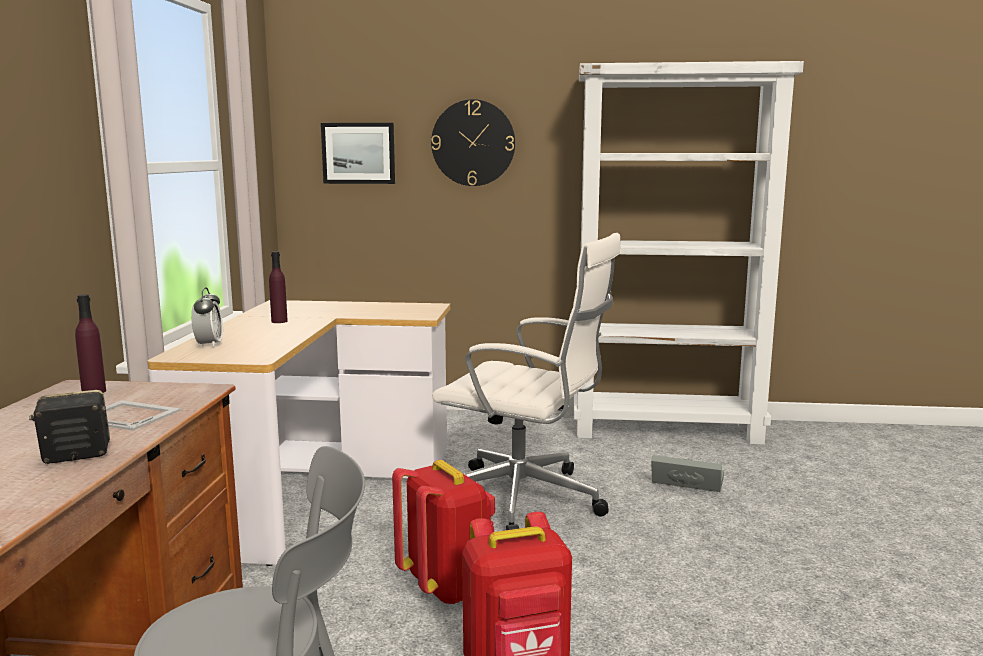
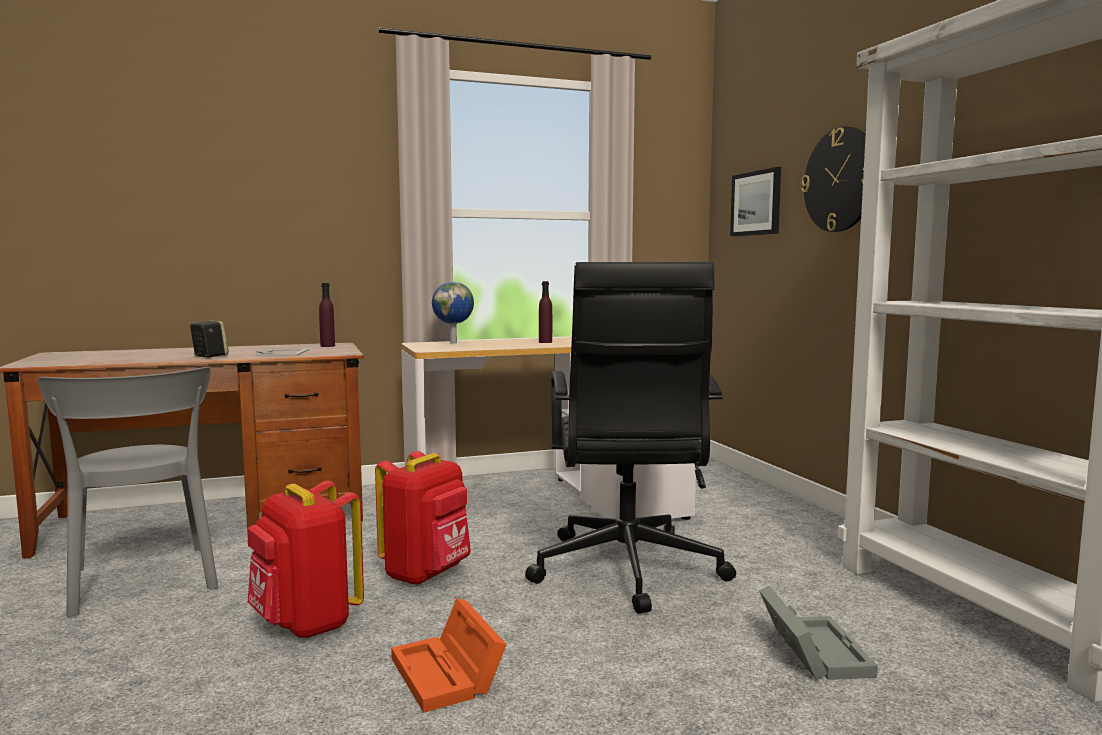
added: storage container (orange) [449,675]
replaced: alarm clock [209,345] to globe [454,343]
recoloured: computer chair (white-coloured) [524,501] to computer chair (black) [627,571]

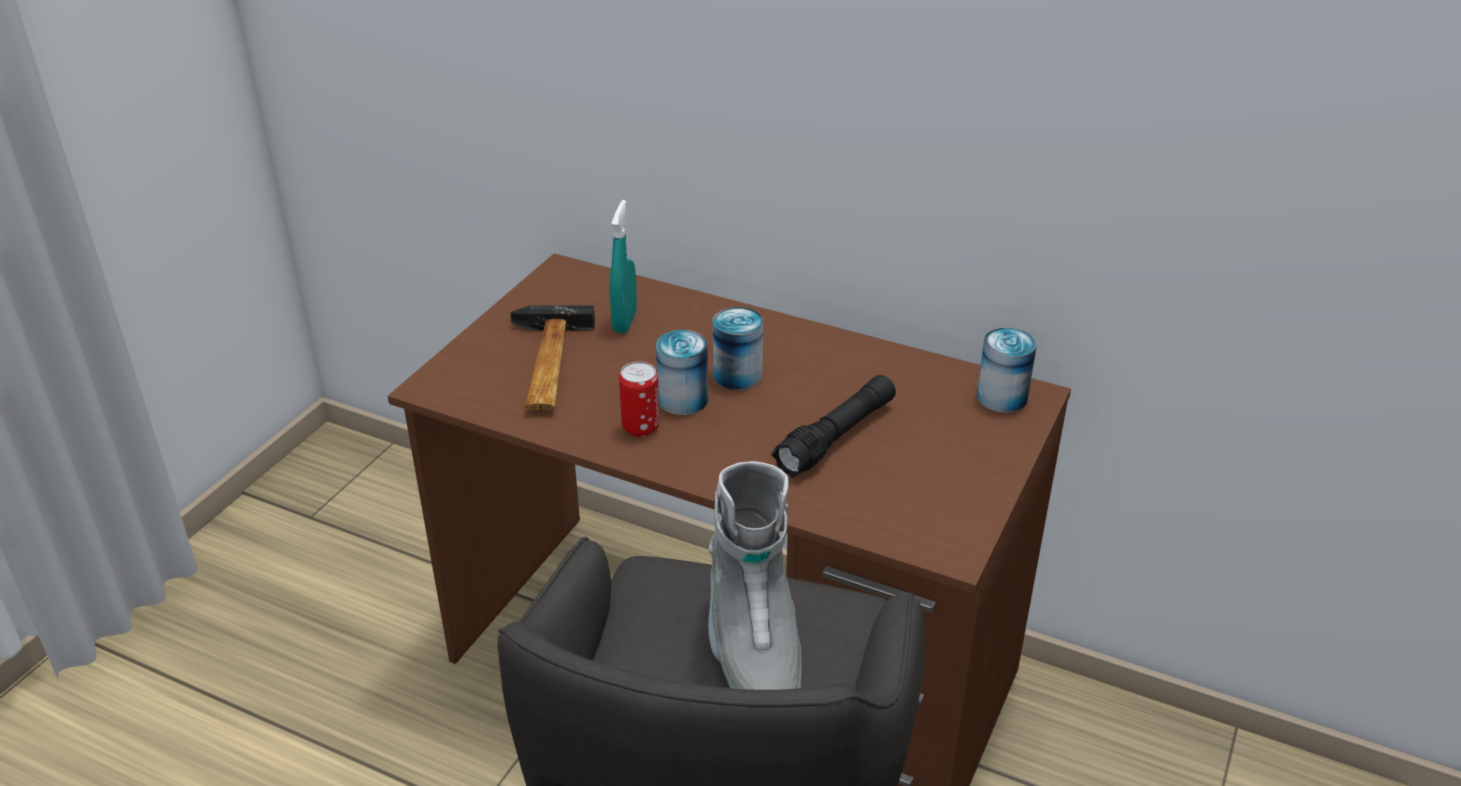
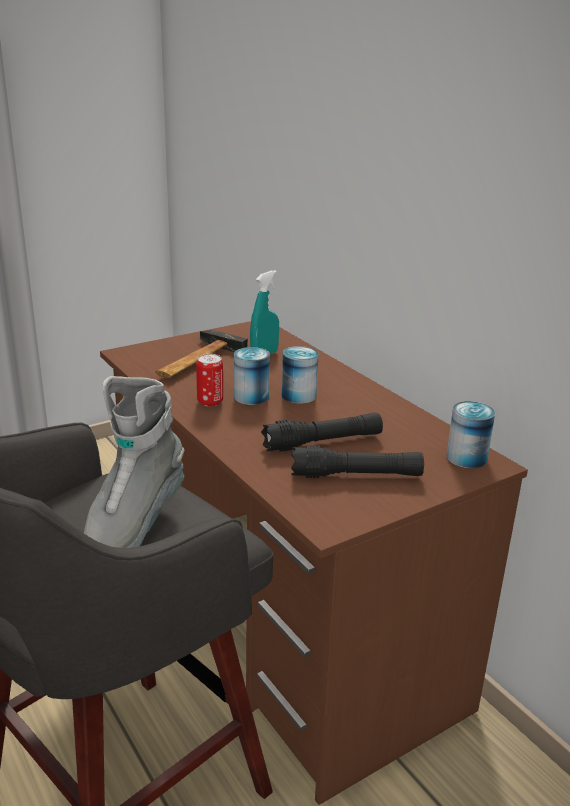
added: torch (black) [356,475]

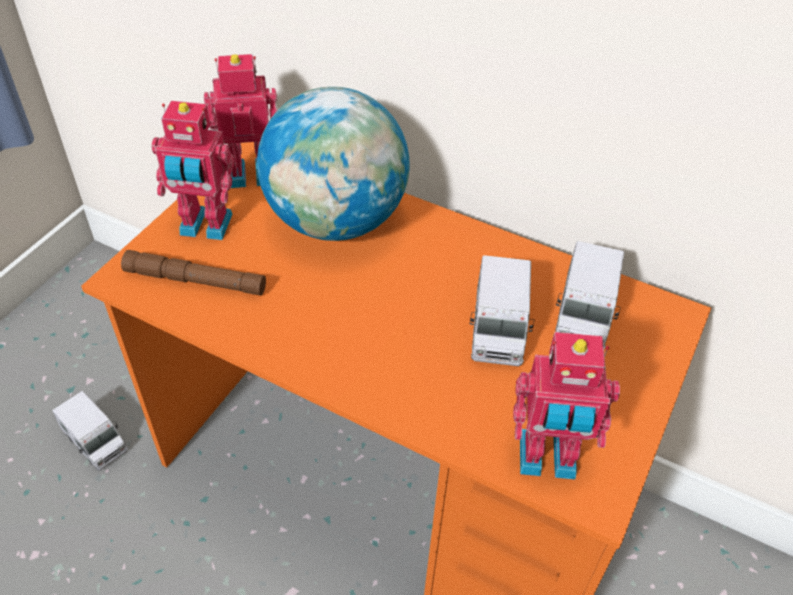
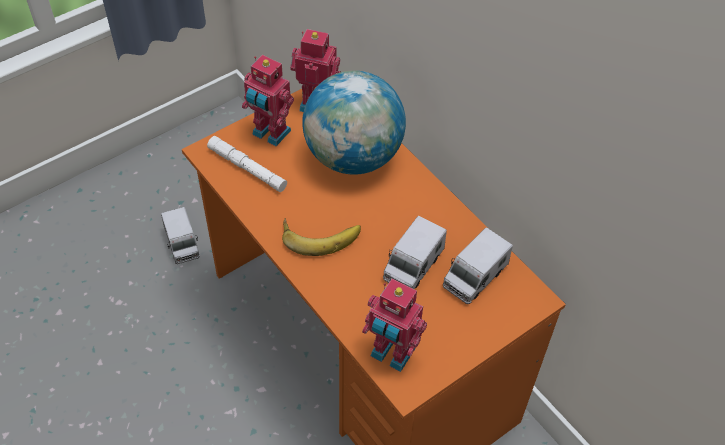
added: banana [320,235]
recoloured: torch (brown-coloured) [195,280] to torch (white-coloured) [247,168]

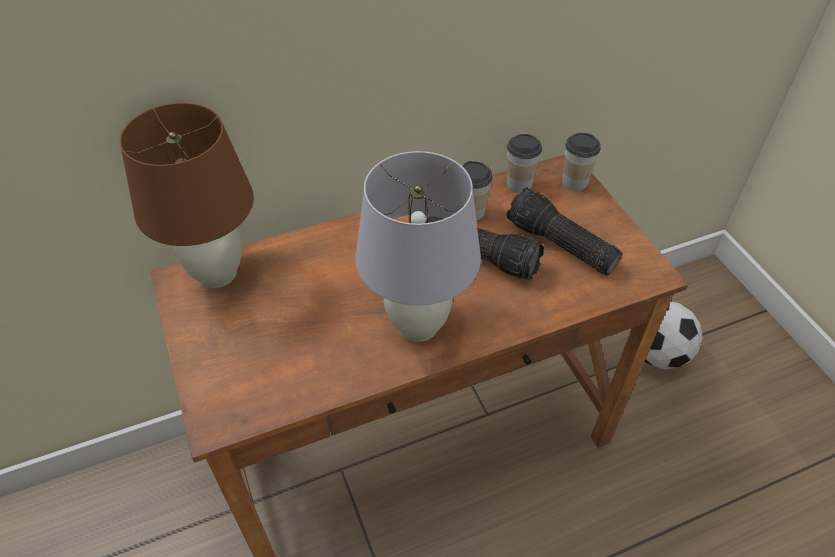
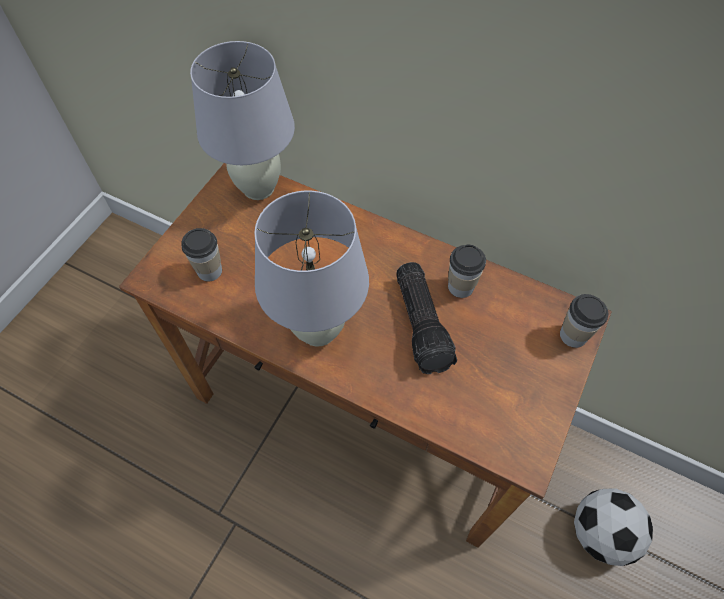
removed: torch [559,245]
moved: drinking cup [519,183] to [209,270]
recoloured: lamp for a table (brown-coloured) [217,273] to lamp for a table (white-coloured) [259,188]

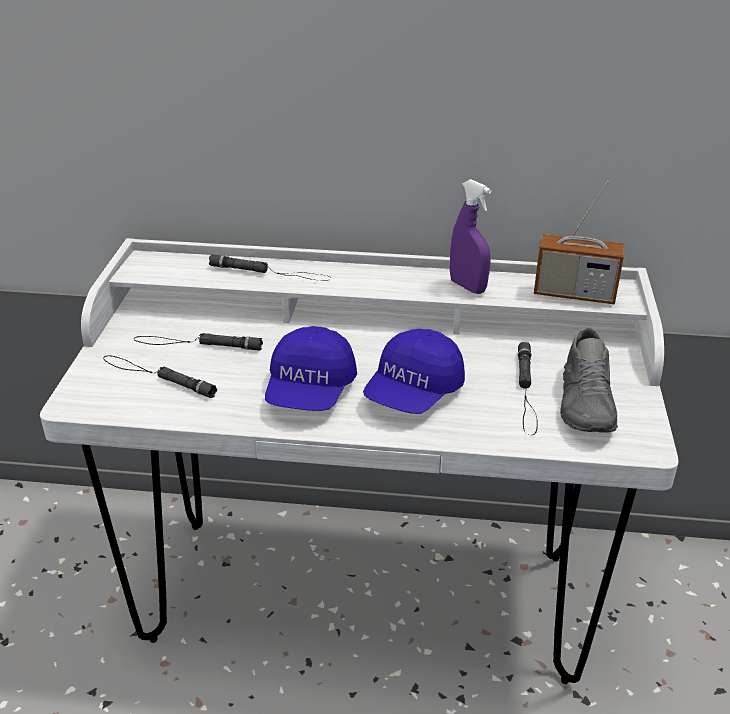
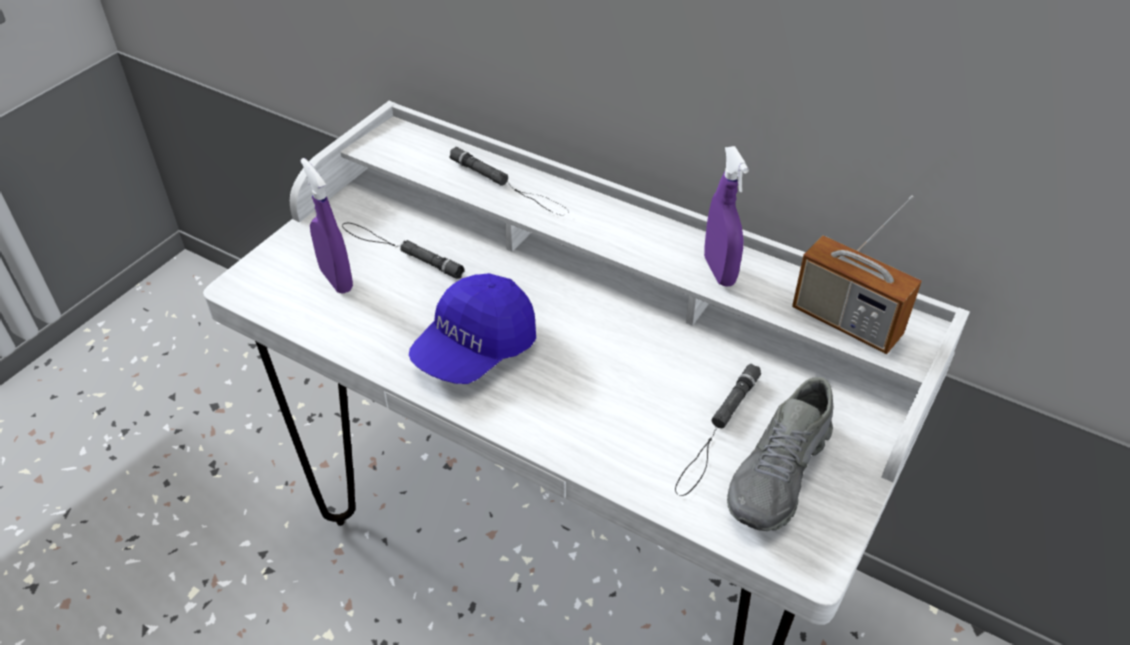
removed: peaked cap (blue-coloured) [413,393]
replaced: torch (black) [157,377] to sprayer (purple) [336,279]

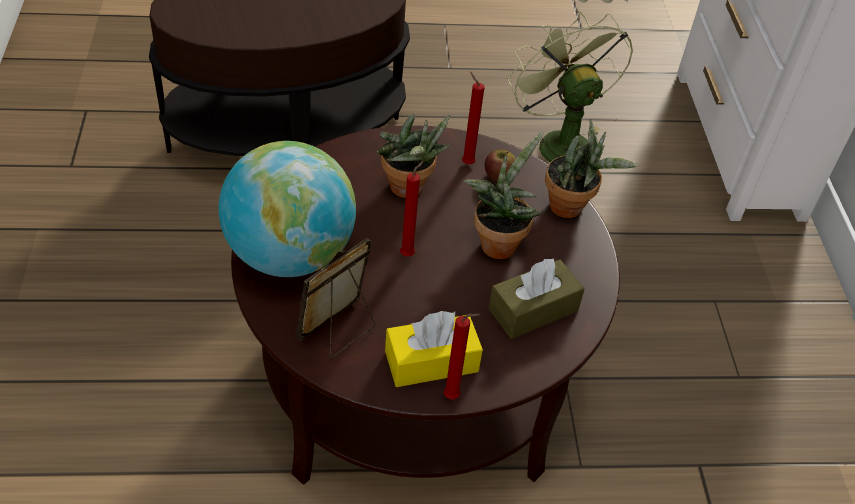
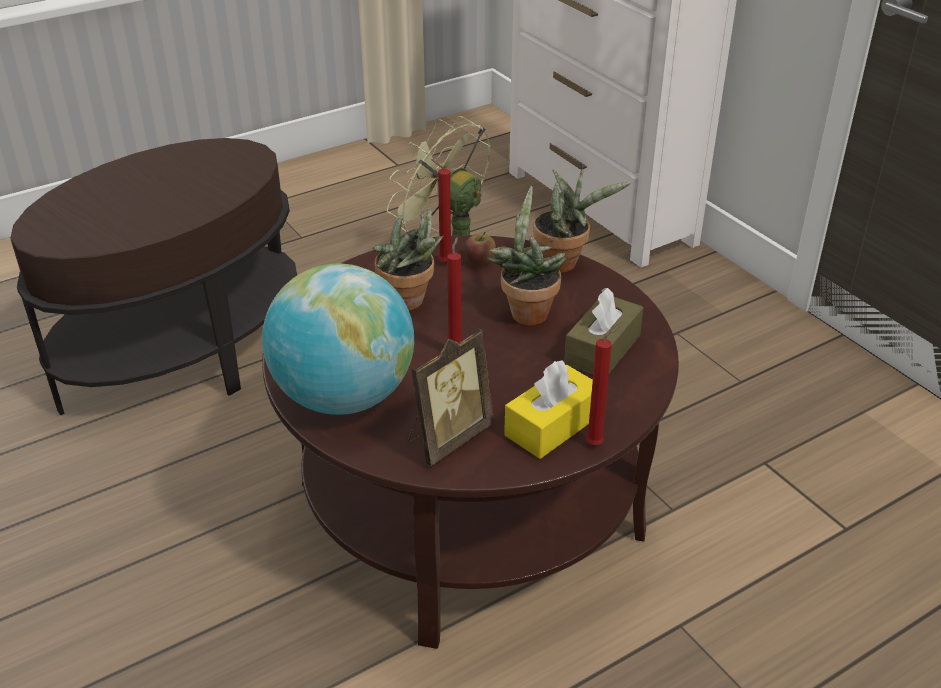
turned: standing frame [339,331] = [447,438] 150 degrees counterclockwise

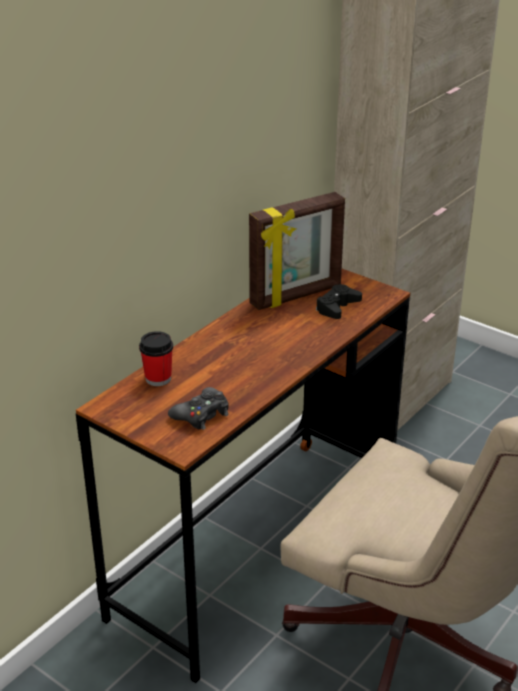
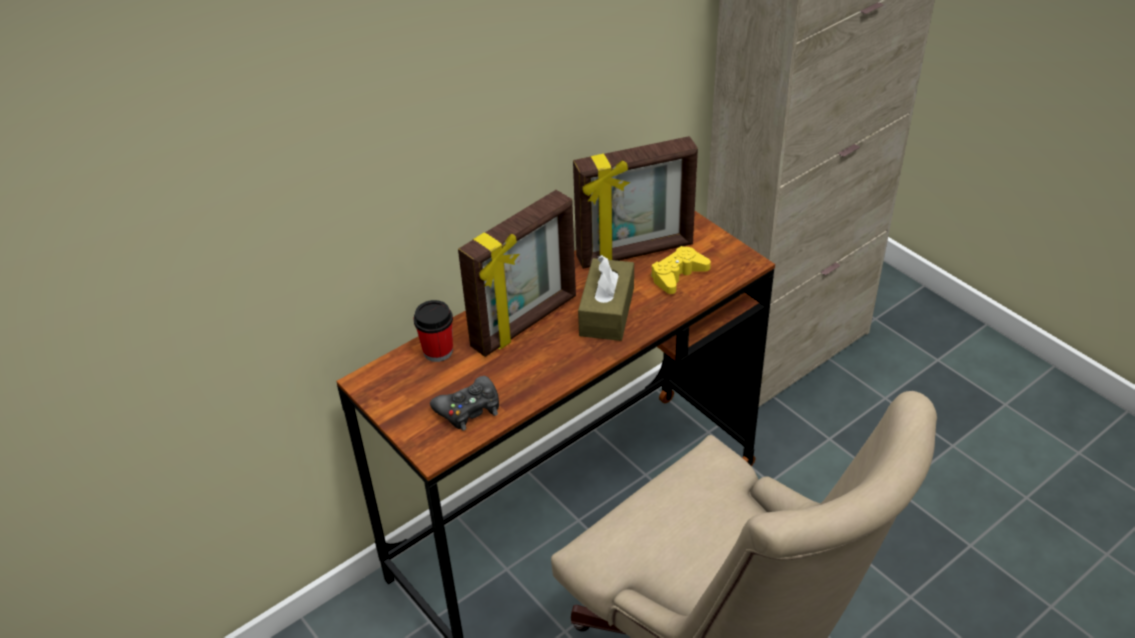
added: standing frame [525,323]; tissue box (brown-coloured) [607,311]
recoloured: gamepad (black) [337,307] to gamepad (yellow) [678,275]

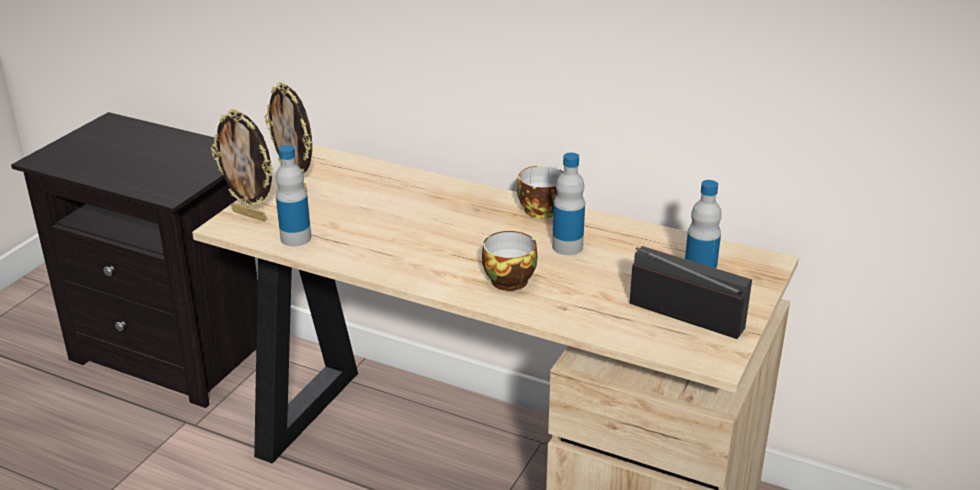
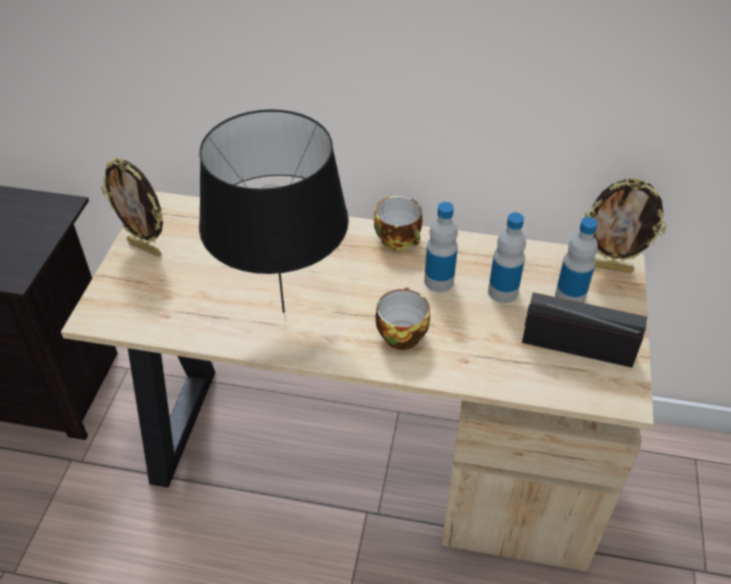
added: lamp for a table (black) [283,311]
moved: standing frame [250,215] to [610,267]; beverage bottle [295,238] to [503,292]

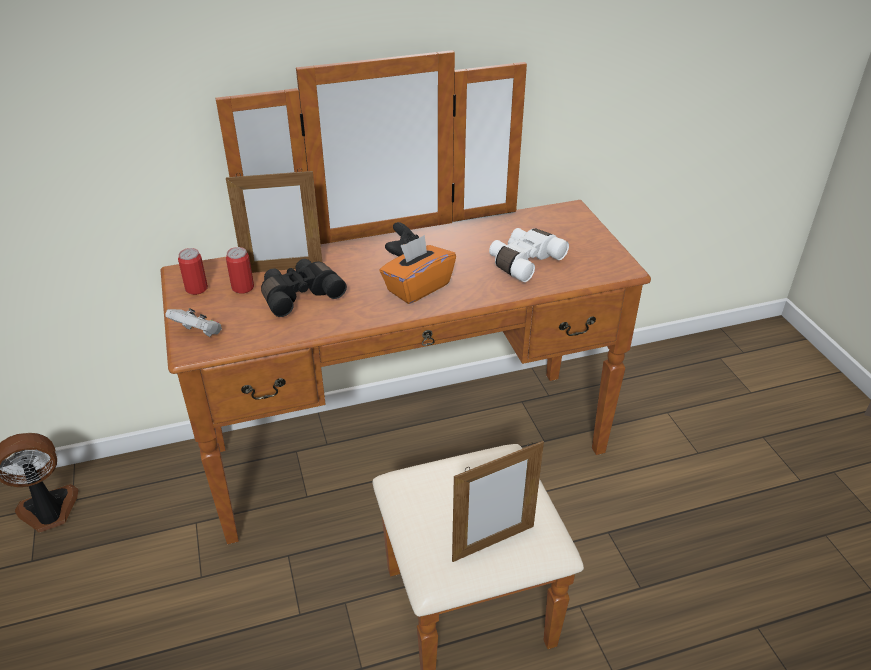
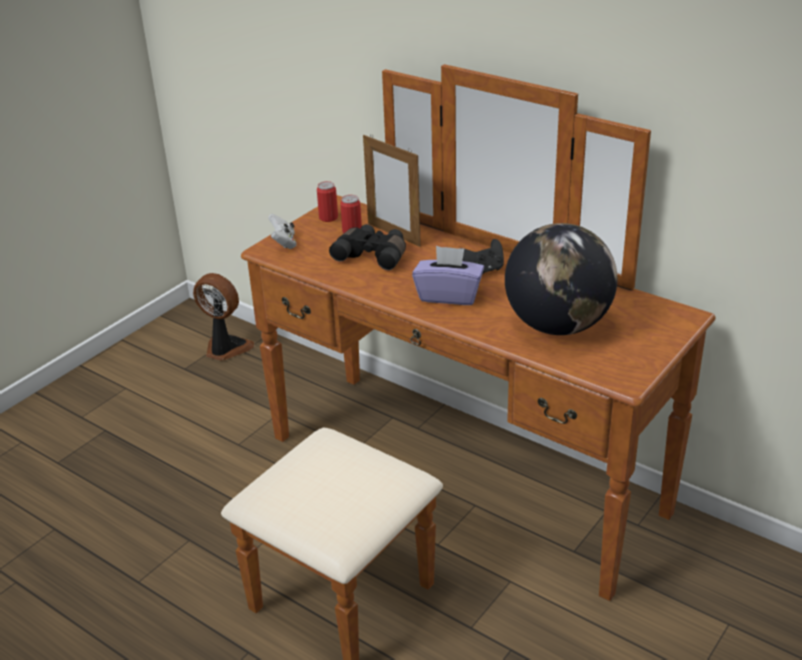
removed: standing frame [493,543]
replaced: field glasses (white-coloured) [523,261] to globe [557,326]
recoloured: tissue box (orange) [417,287] to tissue box (purple) [449,295]

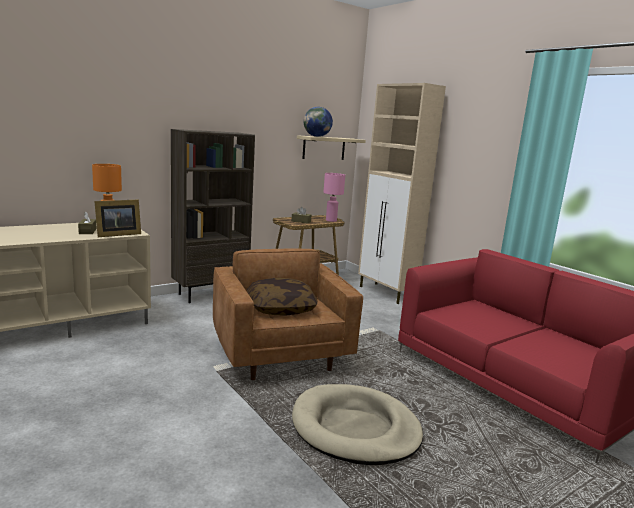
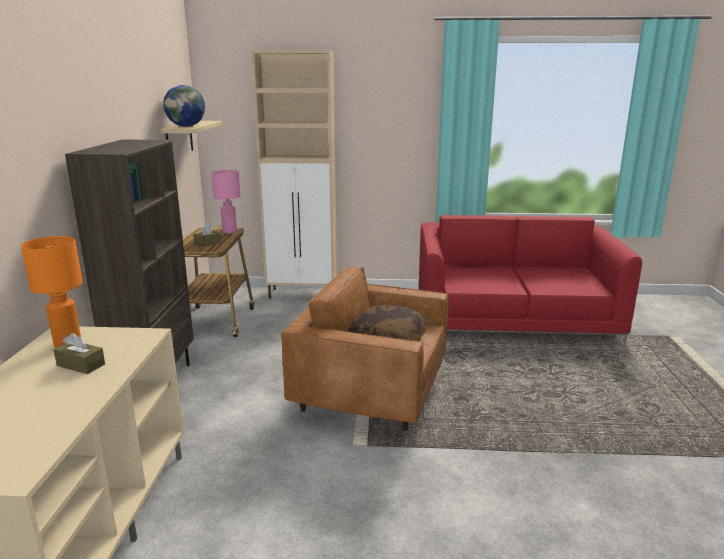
removed: standing frame [116,234]; dog cushion (sand-coloured) [355,428]

